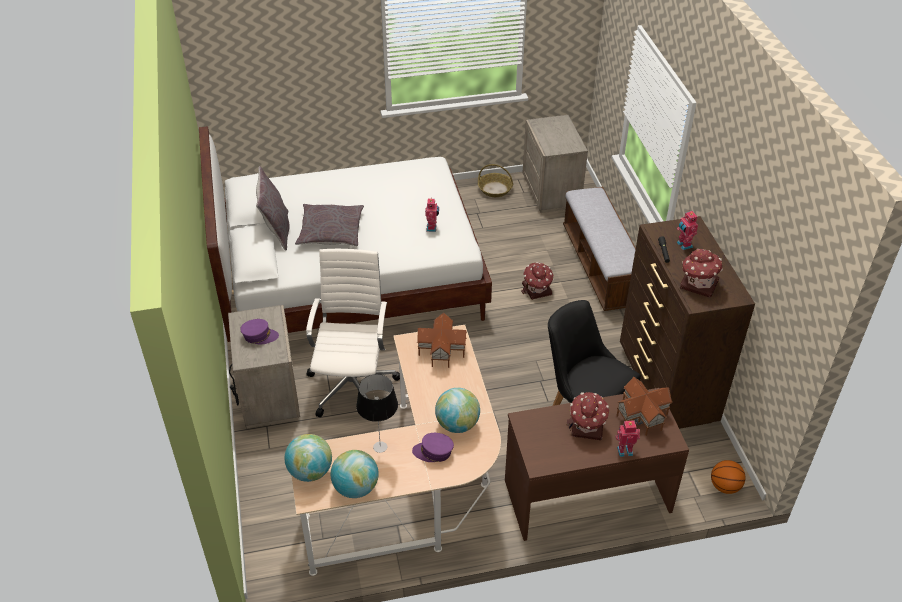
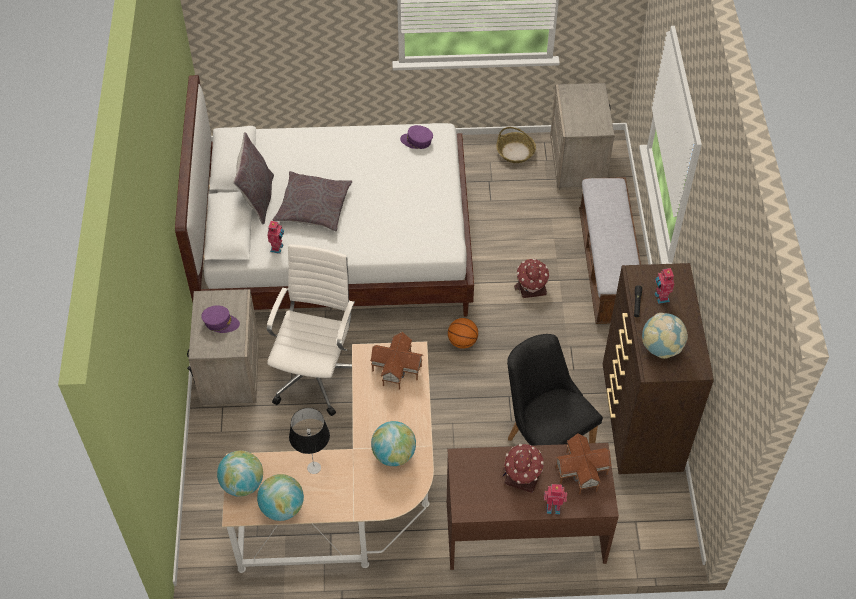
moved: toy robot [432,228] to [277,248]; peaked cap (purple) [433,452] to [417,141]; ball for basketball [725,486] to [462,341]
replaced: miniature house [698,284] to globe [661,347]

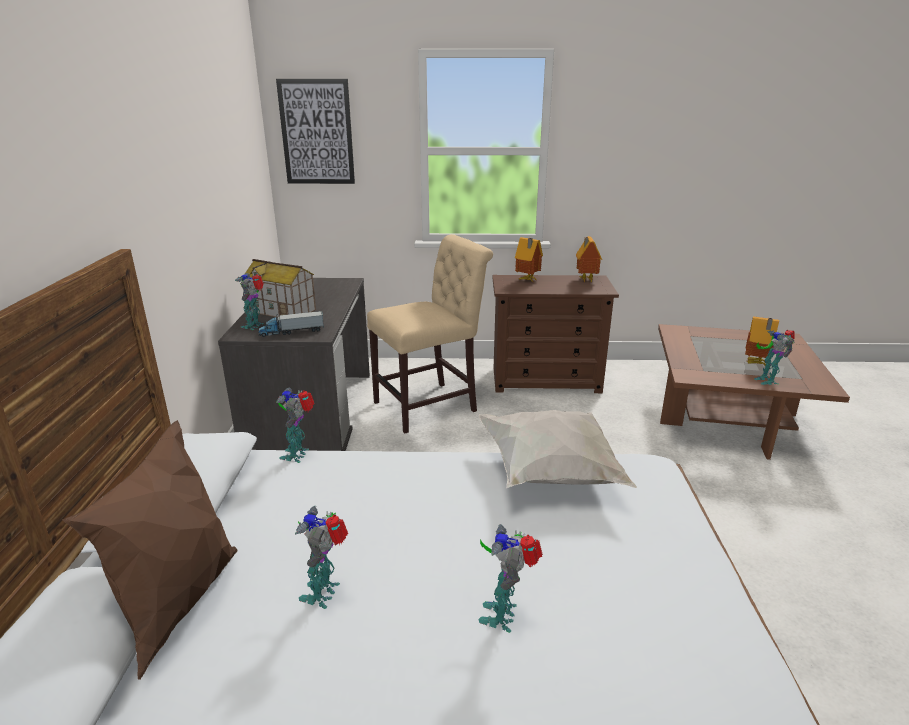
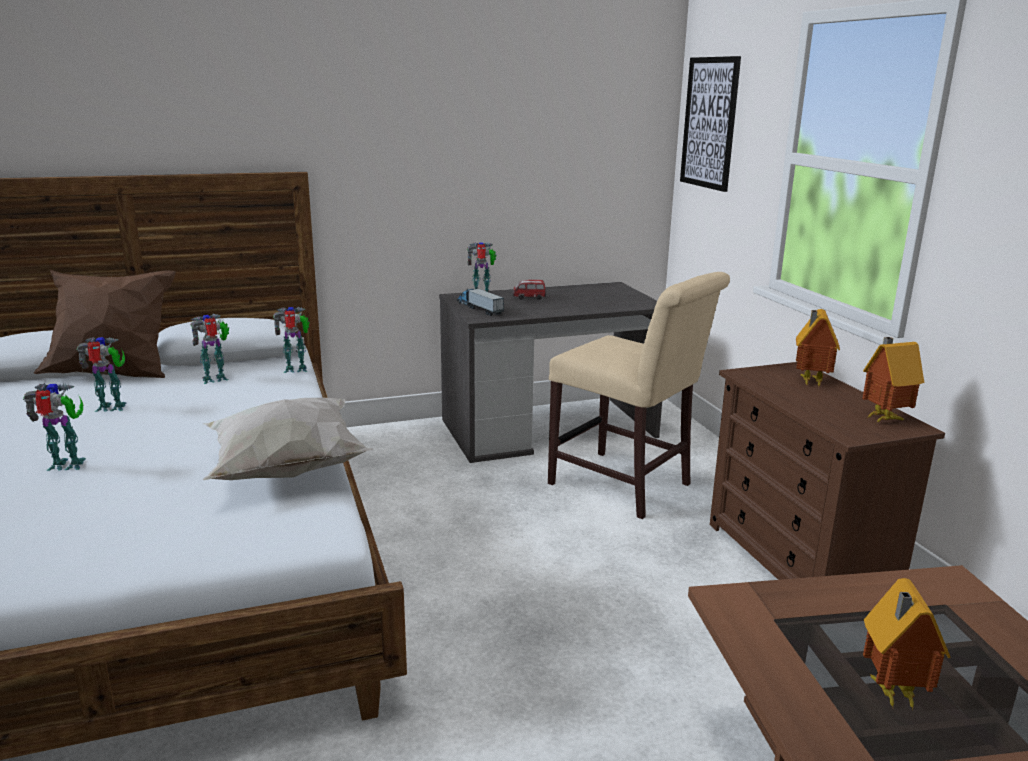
moved: toy robot [767,380] to [216,379]
replaced: miniature house [283,311] to toy car [529,298]

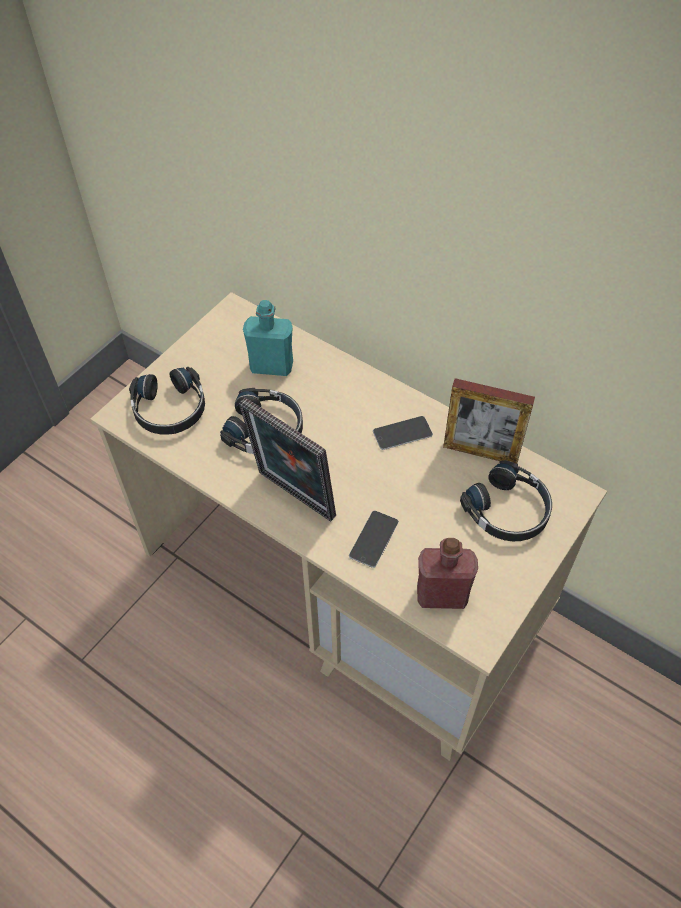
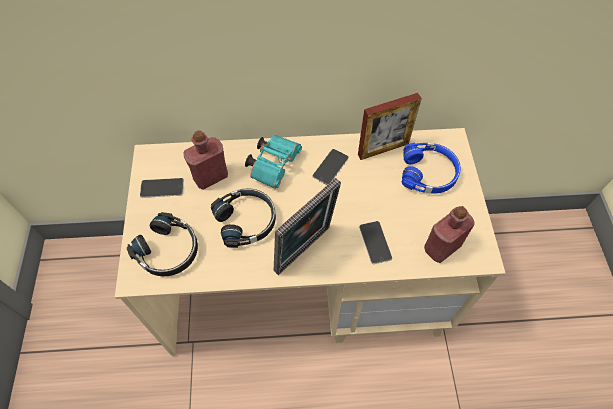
added: field glasses (blue-green) [274,164]; handset [162,188]
recoloured: beverage bottle (blue-green) [271,366] to beverage bottle (reddish) [211,177]; pair of headphones (black) [508,511] to pair of headphones (blue-coloured) [429,173]
turned: standing frame [293,498] = [305,252] 45 degrees counterclockwise

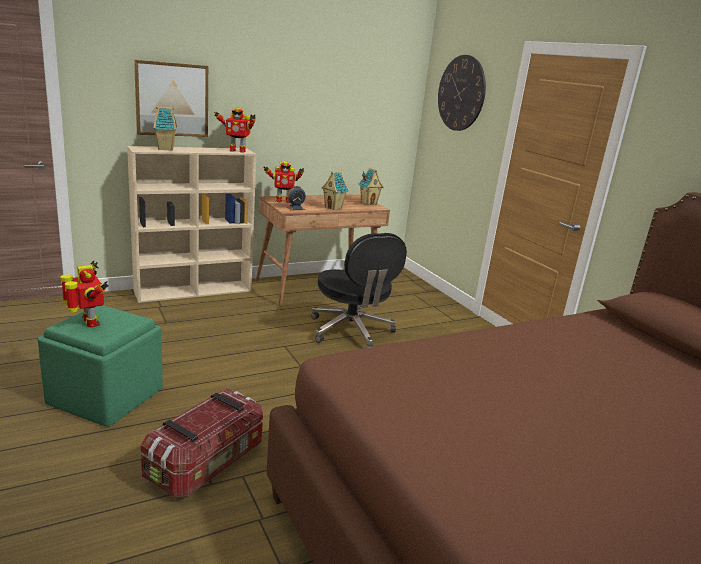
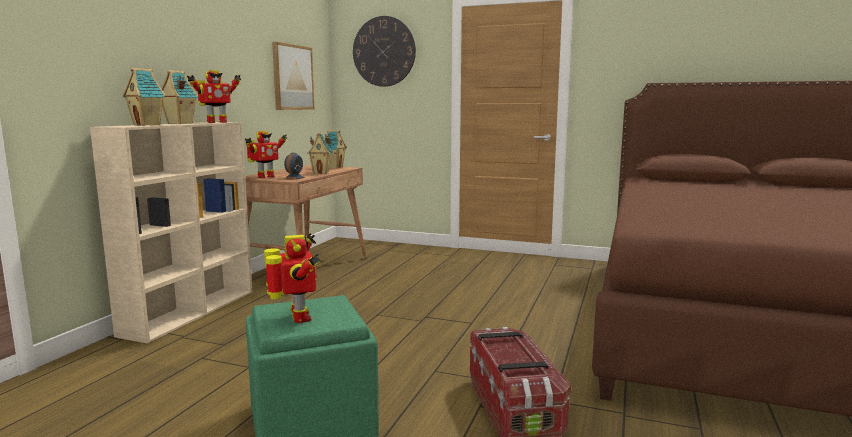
removed: computer chair (black) [351,331]
added: miniature house [179,124]
moved: picture [172,99] to [292,77]
turned: toy robot [89,323] = [298,318] 60 degrees clockwise

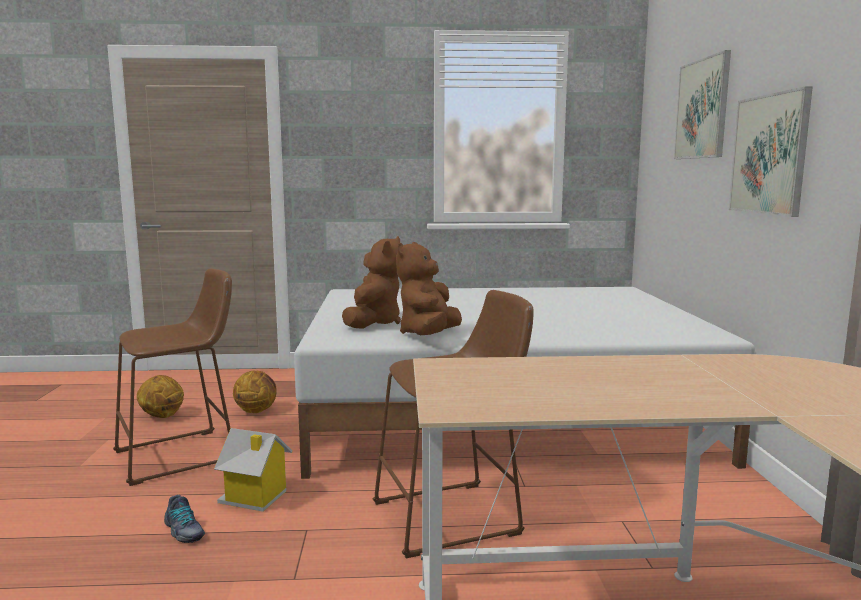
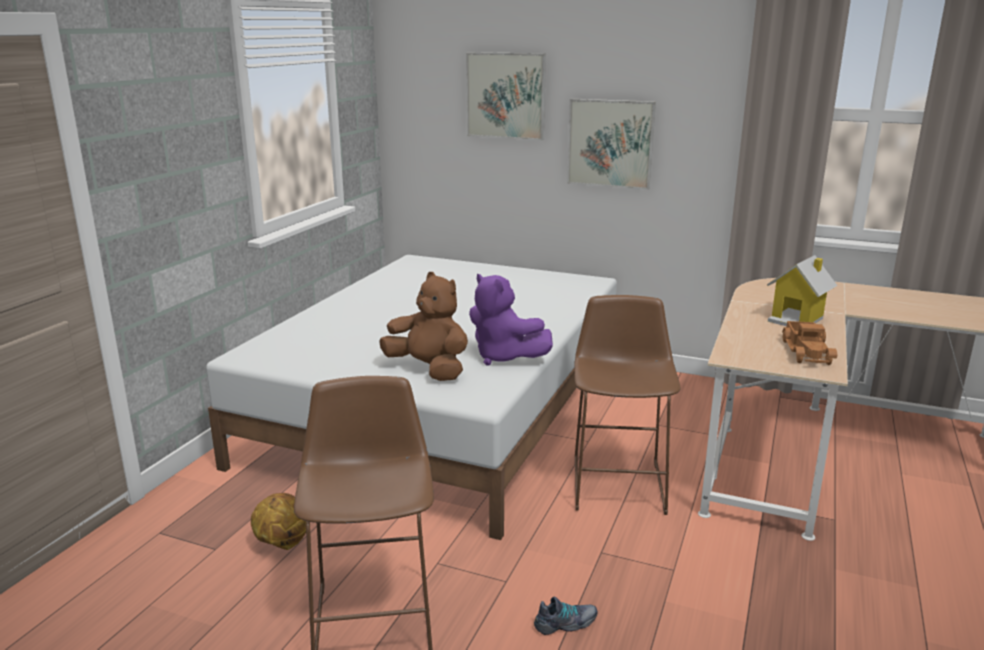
removed: ball for basketball [162,416]
added: toy truck [807,351]
moved: miniature house [254,498] to [797,319]
recoloured: cuddly toy (brown-coloured) [428,335] to cuddly toy (purple) [504,357]

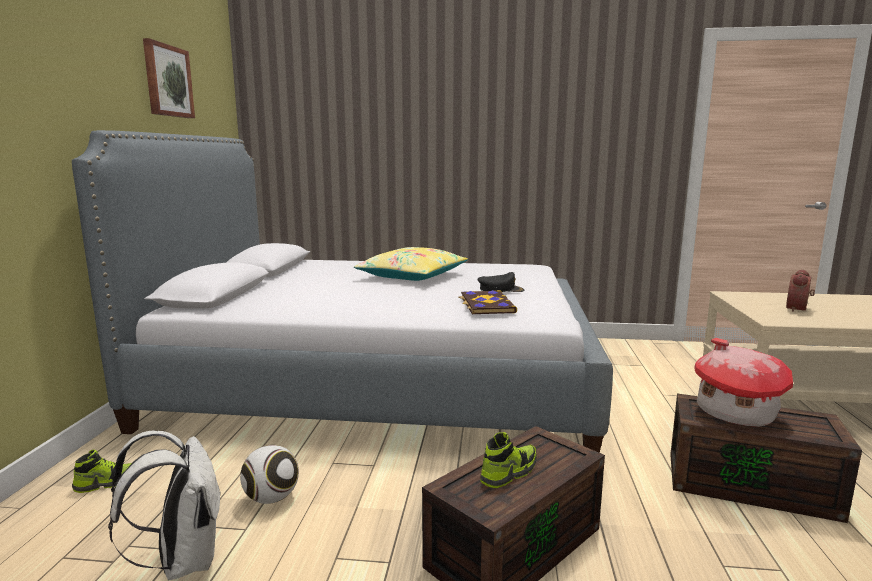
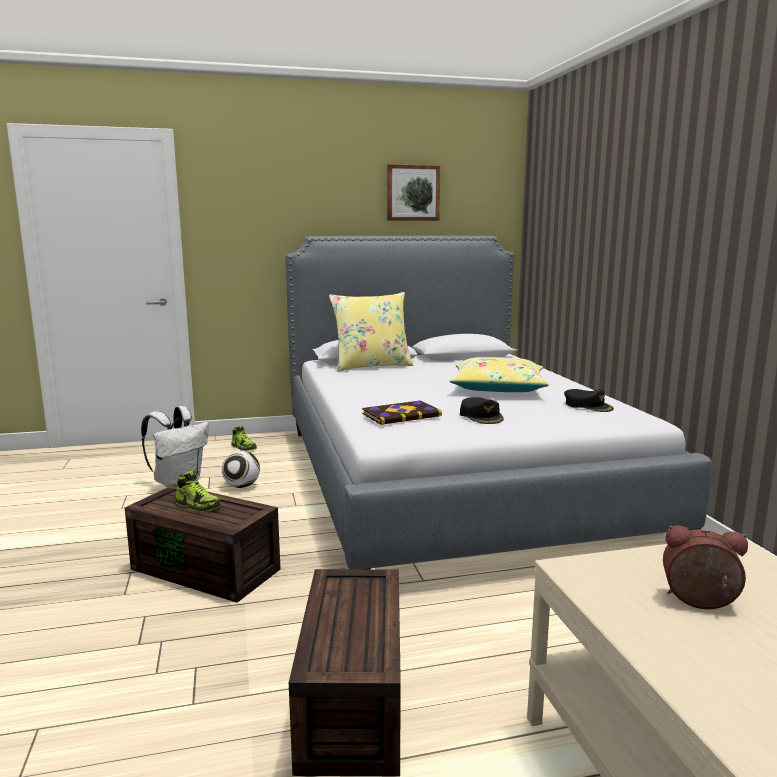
removed: miniature house [733,413]
added: throw pillow (yellow) [371,366]; peaked cap (black) [588,406]

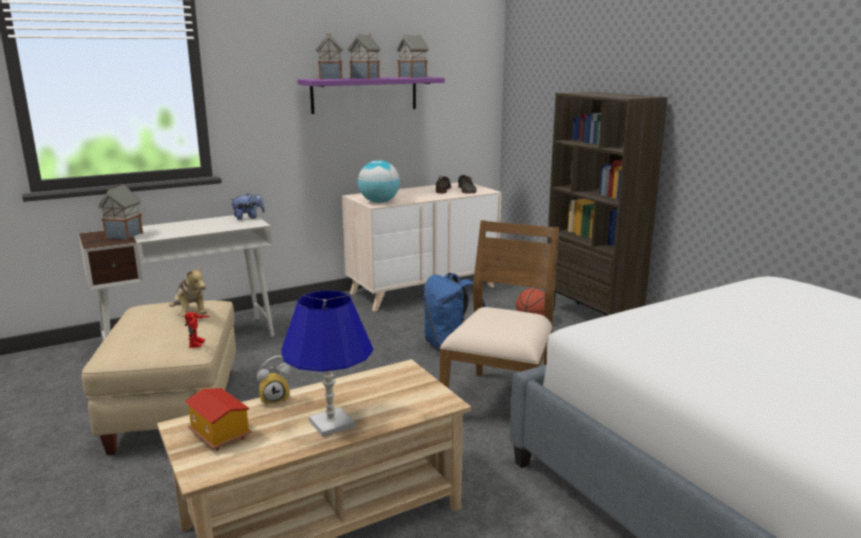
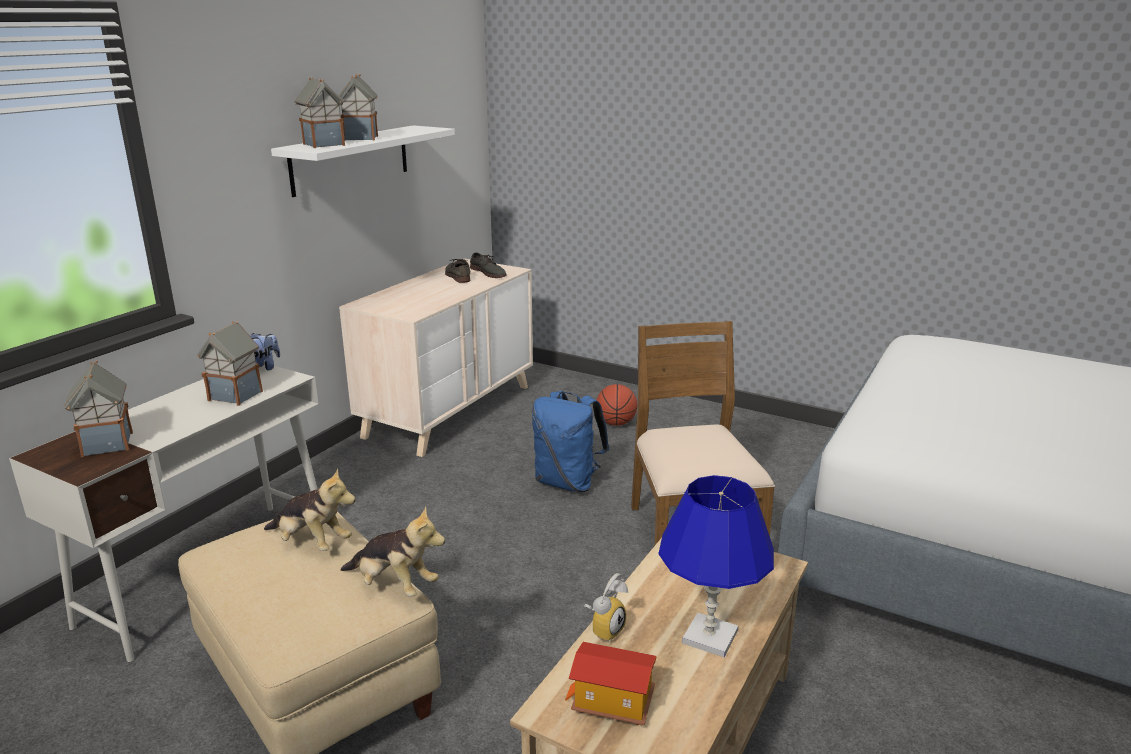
removed: shelving unit (brown-coloured) [592,318]; globe [379,202]
moved: miniature house [413,77] to [236,395]
replaced: toy robot [199,344] to cuddly toy [394,585]
recoloured: shelf (purple) [364,94] to shelf (white-coloured) [350,159]

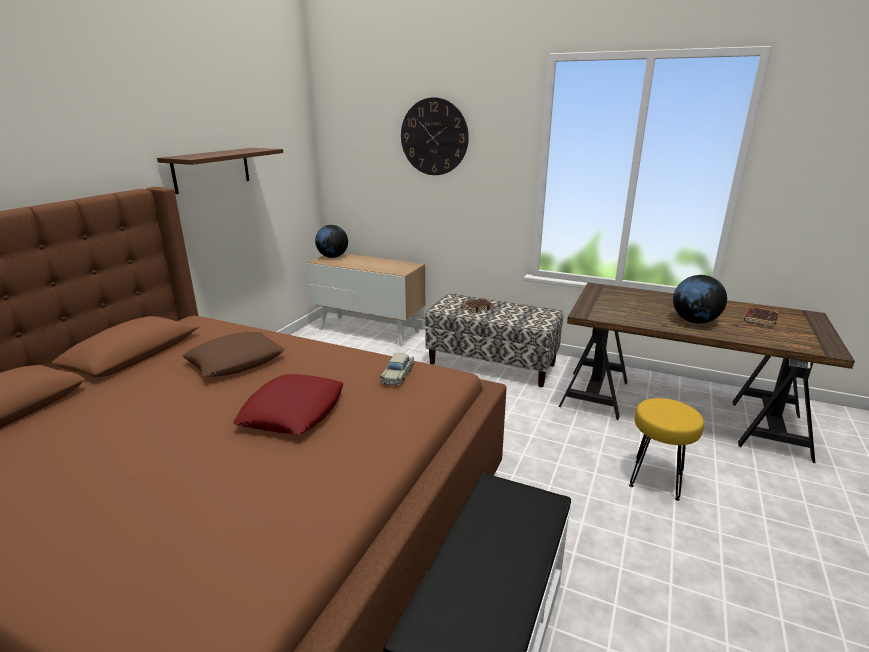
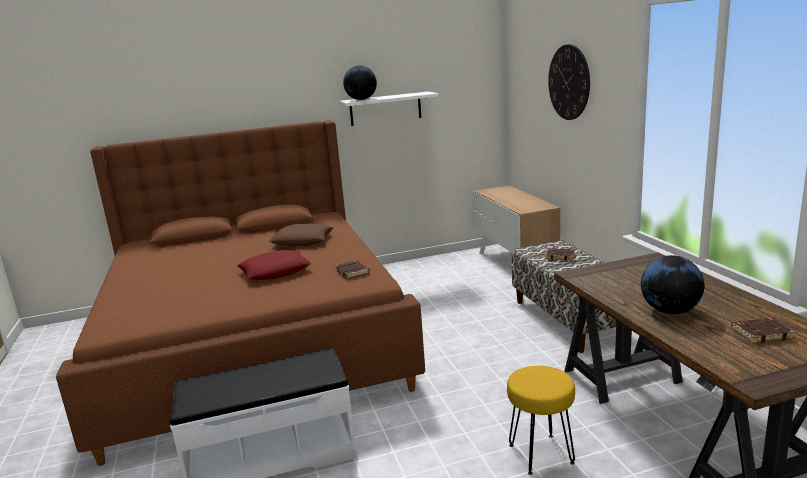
moved: globe [333,257] to [361,99]
replaced: toy car (sand-coloured) [398,375] to book (brown-coloured) [353,272]
recoloured: shelf (brown-coloured) [212,169] to shelf (white-coloured) [385,108]

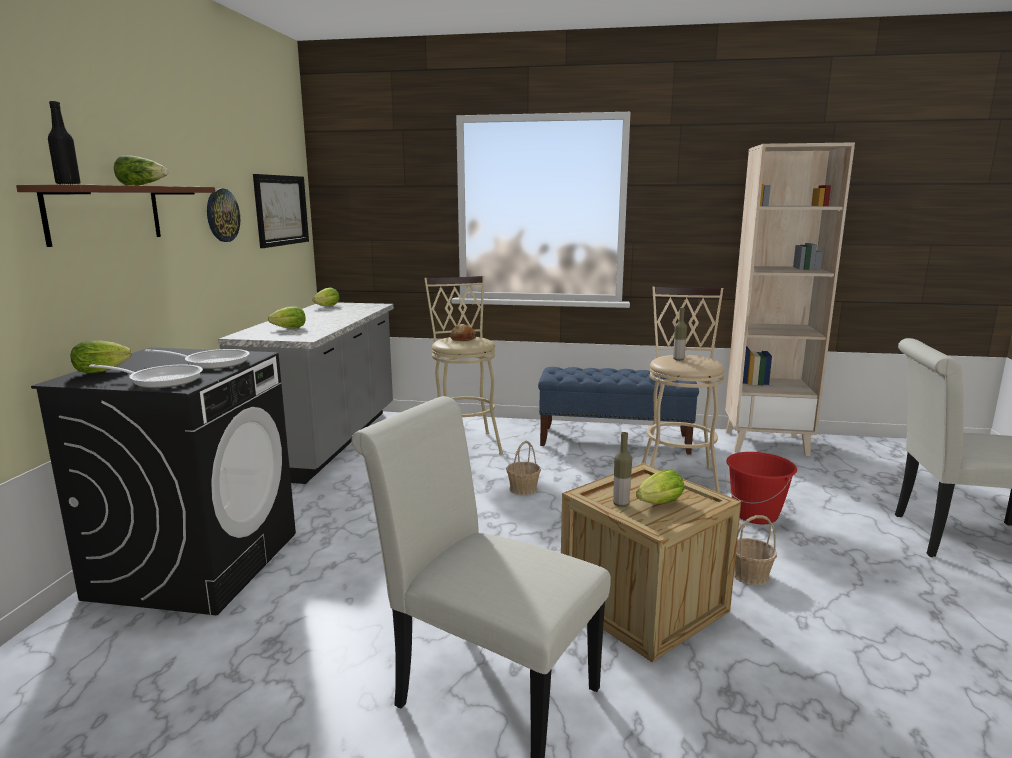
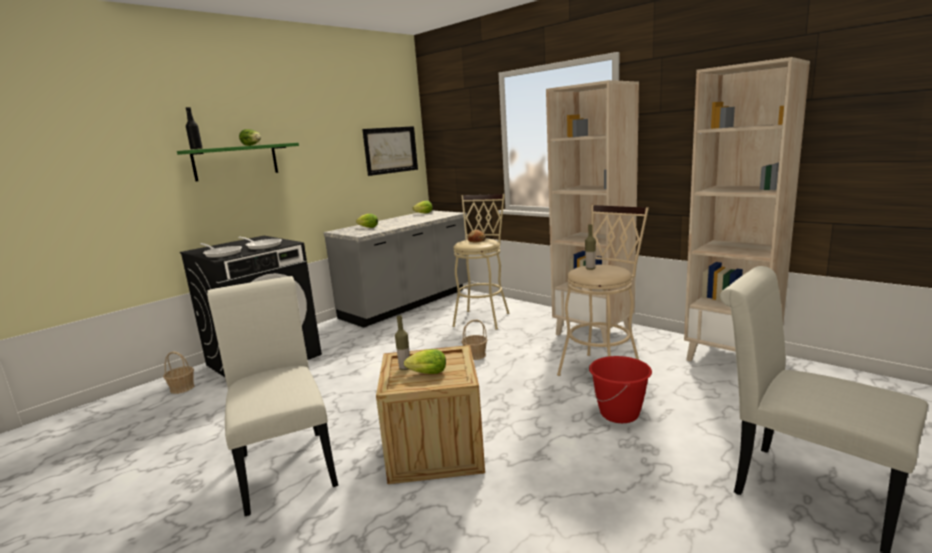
removed: wall clock [222,215]; head of lettuce [104,371]
moved: storage basket [749,575] to [182,388]
replaced: bench (blue-coloured) [615,440] to shelving unit (sand-coloured) [594,333]
recoloured: shelf (brown-coloured) [104,214] to shelf (greenish) [236,162]

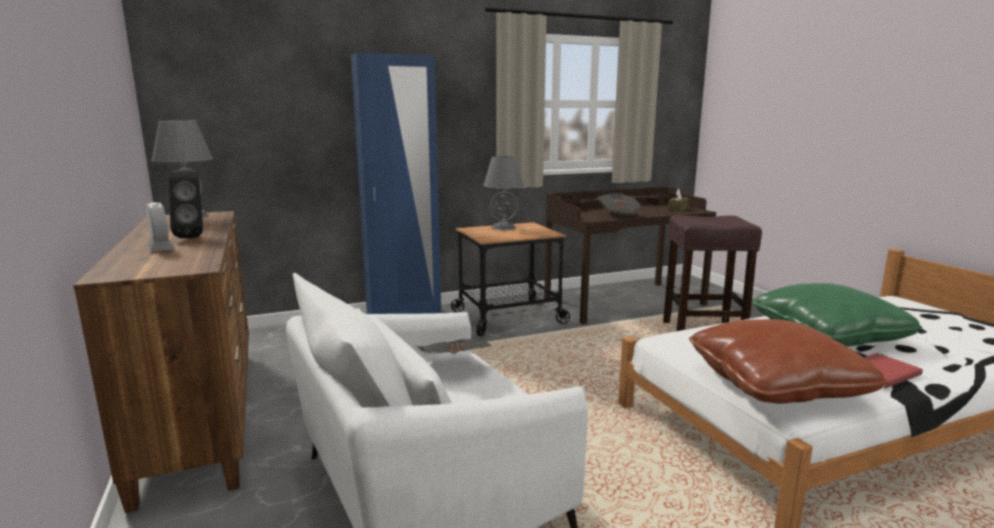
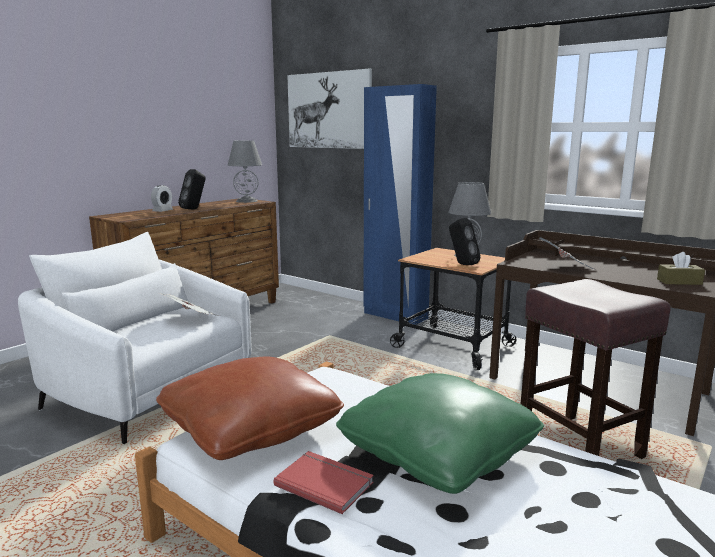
added: picture [329,110]; loudspeaker (black) [462,264]

